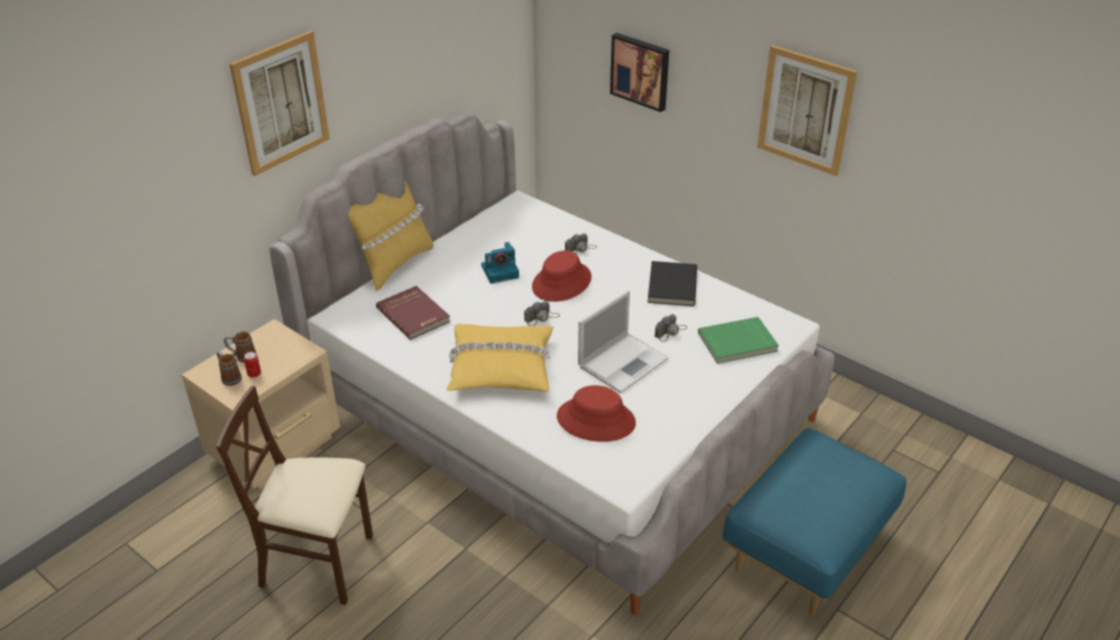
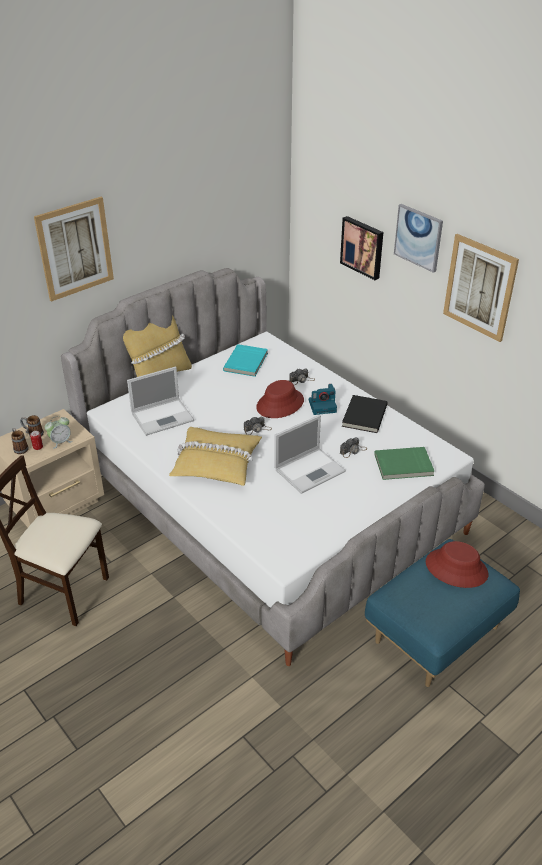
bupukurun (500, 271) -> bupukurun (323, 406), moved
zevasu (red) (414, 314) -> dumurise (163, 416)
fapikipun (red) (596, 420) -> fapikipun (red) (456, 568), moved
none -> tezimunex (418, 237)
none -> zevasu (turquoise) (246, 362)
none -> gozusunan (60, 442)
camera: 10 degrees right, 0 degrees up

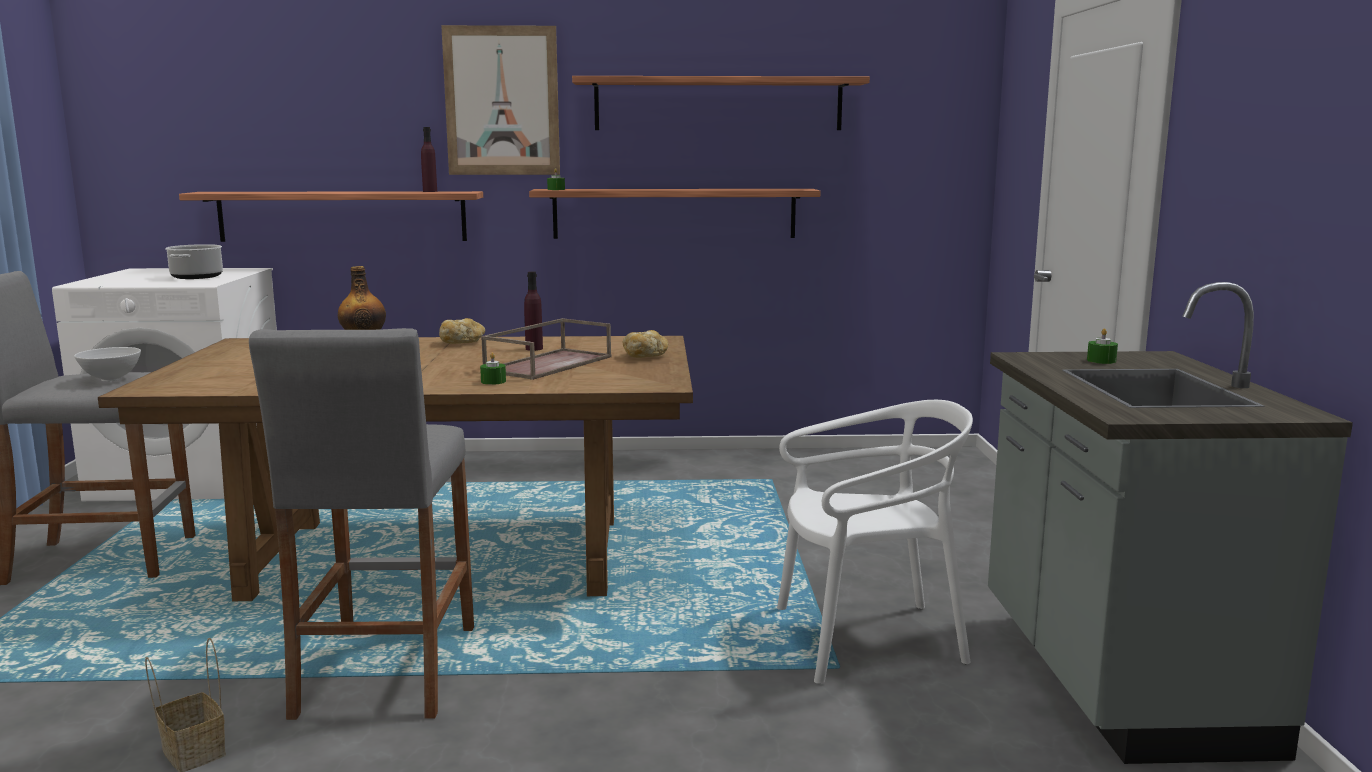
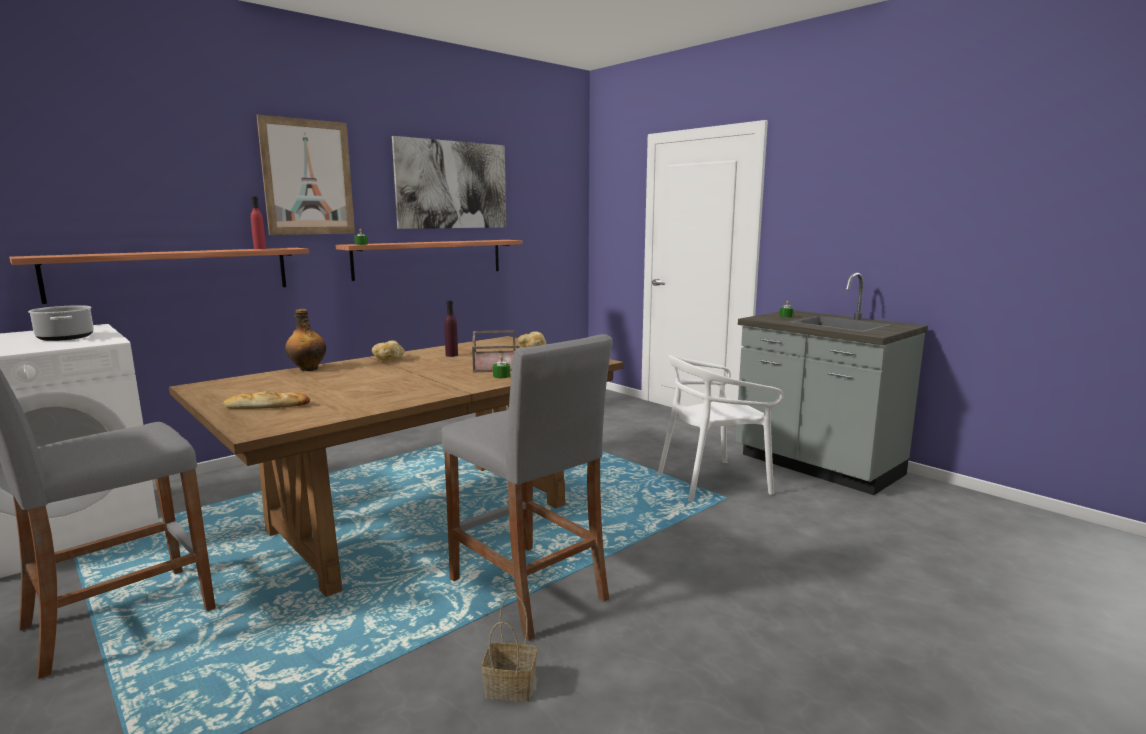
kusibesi (718, 104) -> tezimunex (452, 185)
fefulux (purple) (430, 191) -> fefulux (red) (260, 248)
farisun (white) (111, 379) -> none
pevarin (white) (867, 639) -> pevarin (white) (713, 482), 150 degrees counterclockwise
none -> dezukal (267, 406)
camera: 40 degrees left, 0 degrees up

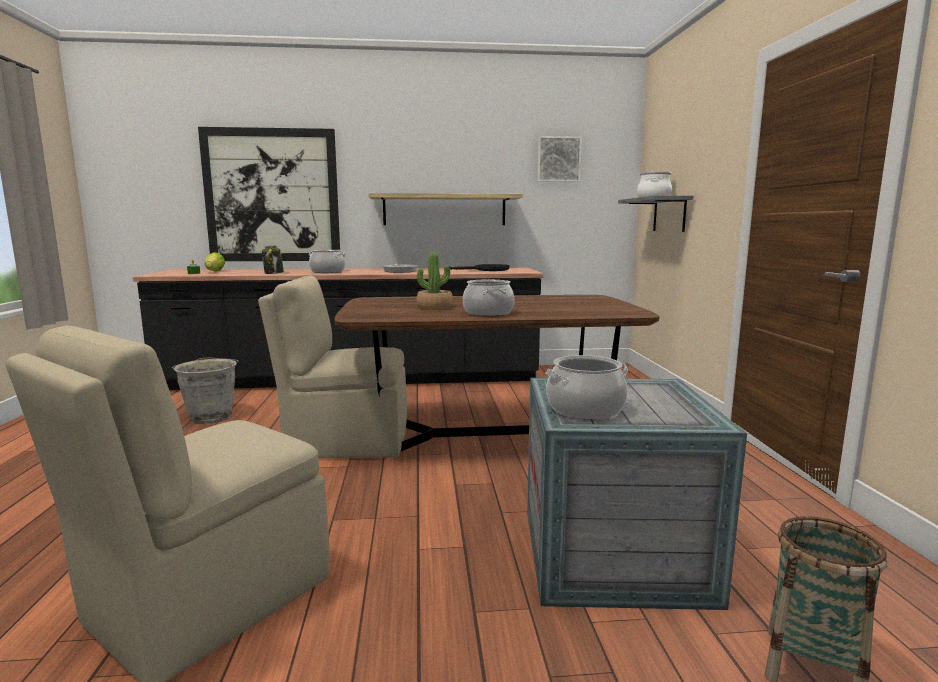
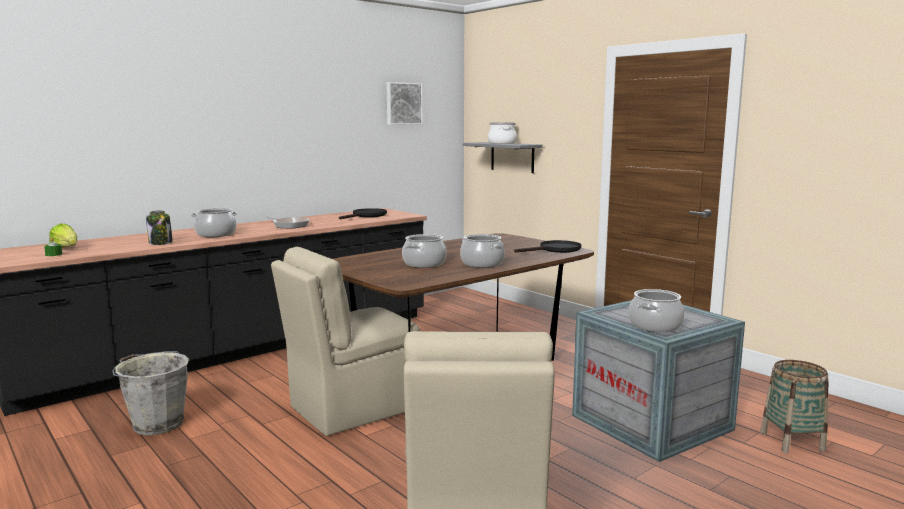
tezimunex (272, 196) -> none
kusibesi (444, 210) -> none
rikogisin (435, 307) -> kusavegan (424, 264)
none -> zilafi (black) (555, 250)
camera: 35 degrees left, 0 degrees up

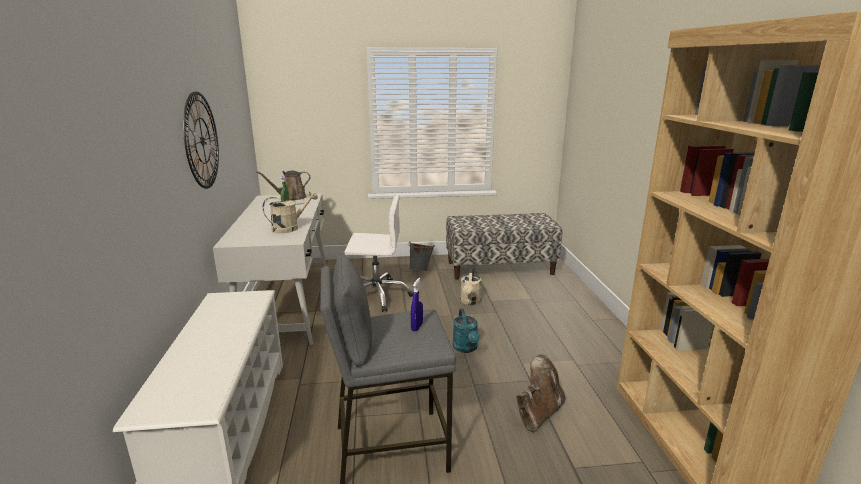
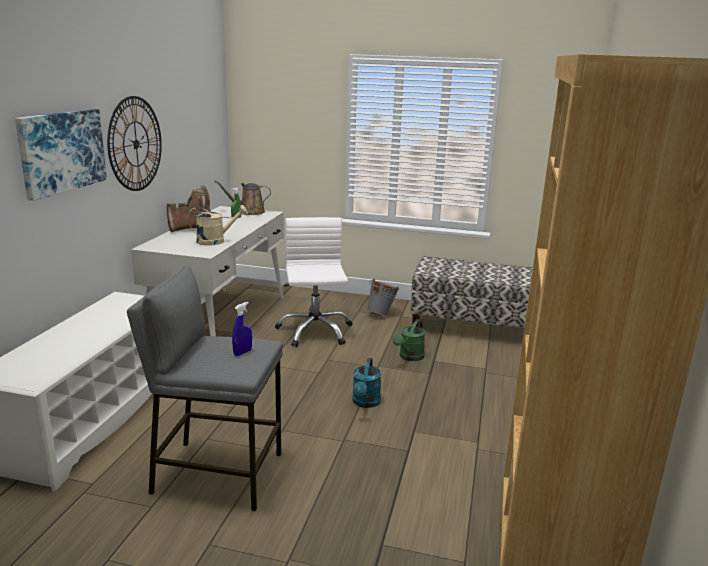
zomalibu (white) (377, 295) -> zomalibu (white) (314, 331), 120 degrees counterclockwise
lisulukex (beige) (470, 302) -> lisulukex (green) (409, 357)
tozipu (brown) (538, 413) -> tozipu (brown) (192, 228), moved
none -> tezimunex (61, 151)
camera: 20 degrees right, 0 degrees up

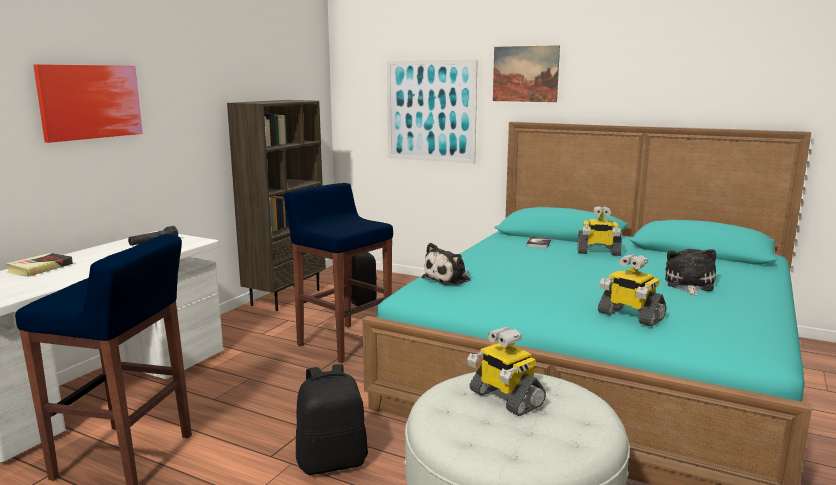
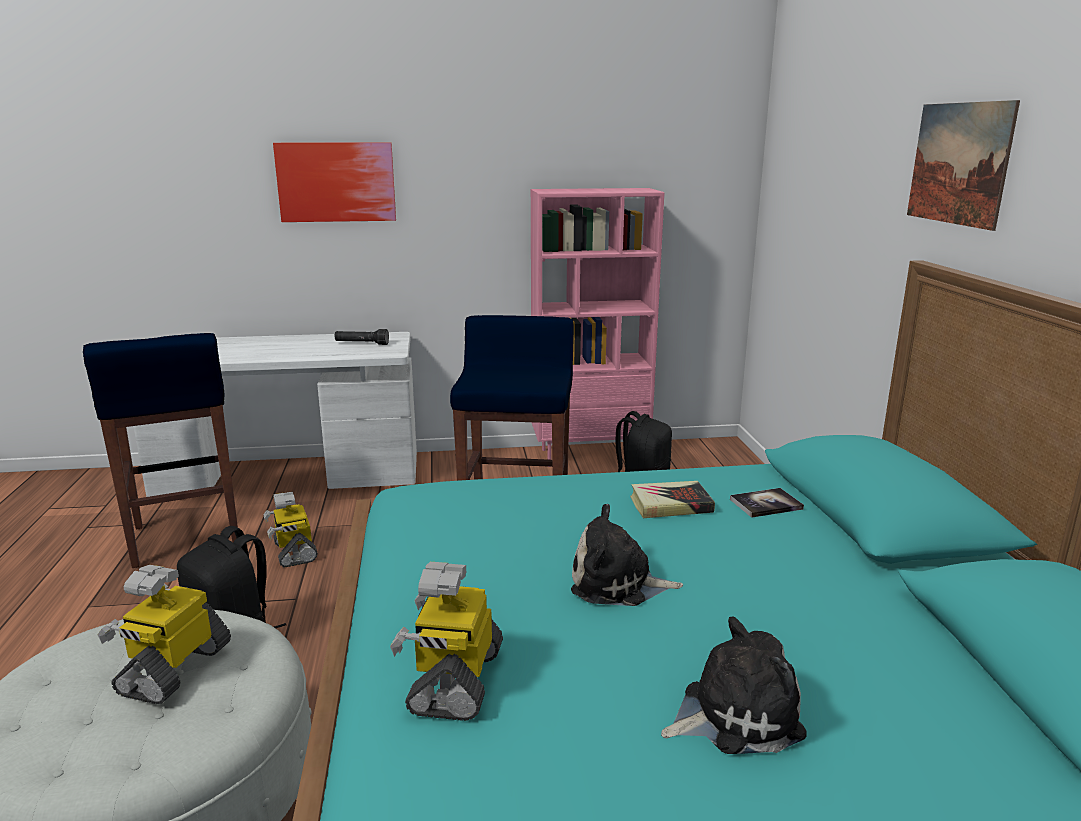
tezimunex (430, 111) -> none
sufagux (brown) (285, 297) -> sufagux (pink) (590, 455)
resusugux (598, 252) -> resusugux (294, 551), moved
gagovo (449, 279) -> gagovo (618, 583), moved
zevasu (40, 268) -> zevasu (670, 505), moved
camera: 55 degrees right, 5 degrees up

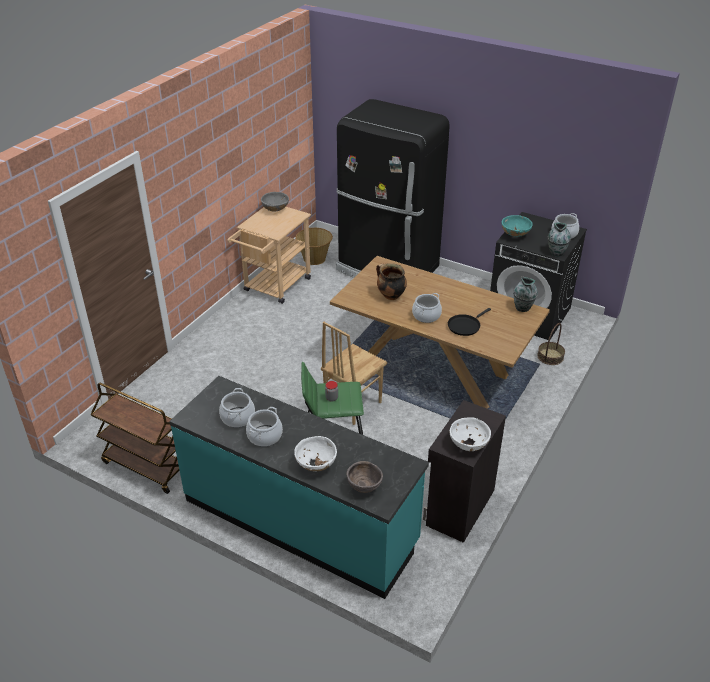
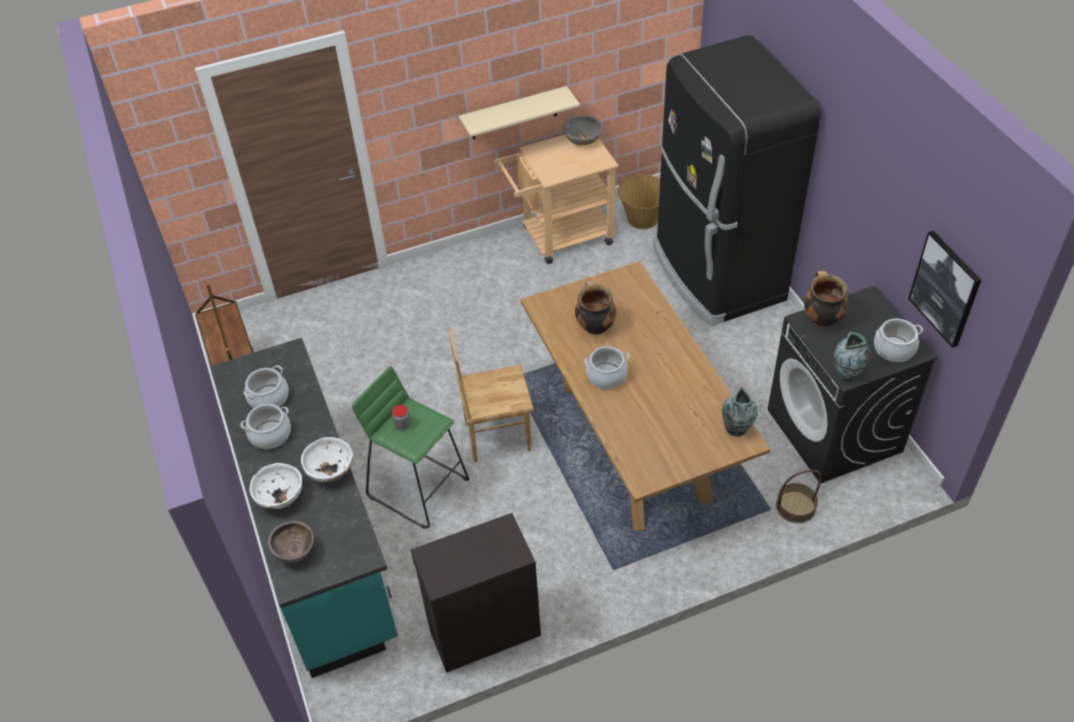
farisun (turquoise) (515, 235) -> kusavegan (821, 318)
zilafi (black) (465, 326) -> none
farisun (white) (468, 445) -> farisun (white) (331, 471), moved
none -> kusibesi (beige) (514, 113)
none -> tezimunex (945, 288)
camera: 40 degrees right, 10 degrees up

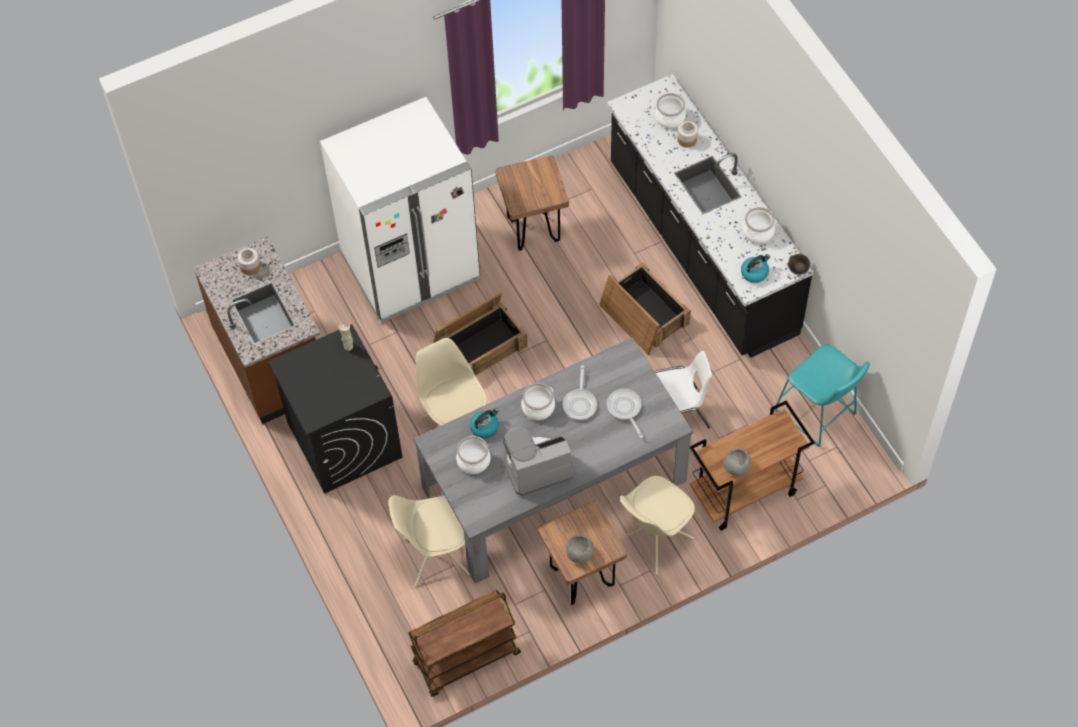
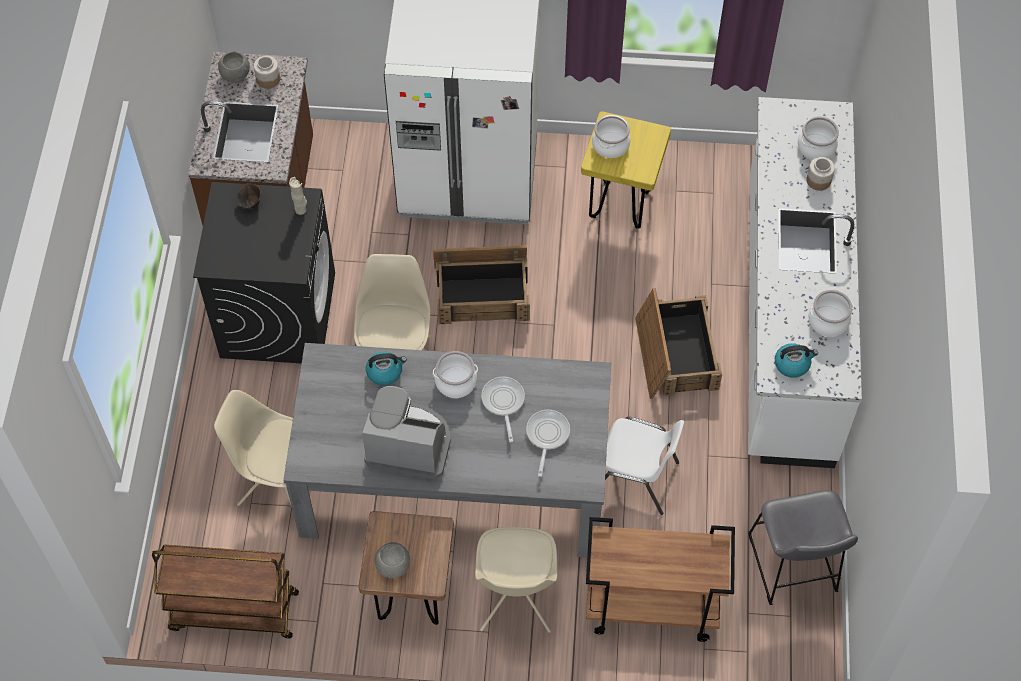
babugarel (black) (701, 250) -> babugarel (white) (786, 318)
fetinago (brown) (533, 231) -> fetinago (yellow) (621, 205)
farisun (brown) (798, 269) -> farisun (brown) (250, 203), moved
fetinago (turquoise) (818, 415) -> fetinago (grey) (793, 568)
zilafi (580, 403) -> zilafi (503, 402), 135 degrees clockwise
kusavegan (474, 460) -> kusavegan (611, 145), moved
farisun (grey) (736, 467) -> farisun (grey) (235, 75), moved
pevarin (beige) (653, 540) -> pevarin (beige) (515, 601), 75 degrees counterclockwise
camera: 30 degrees right, 0 degrees up

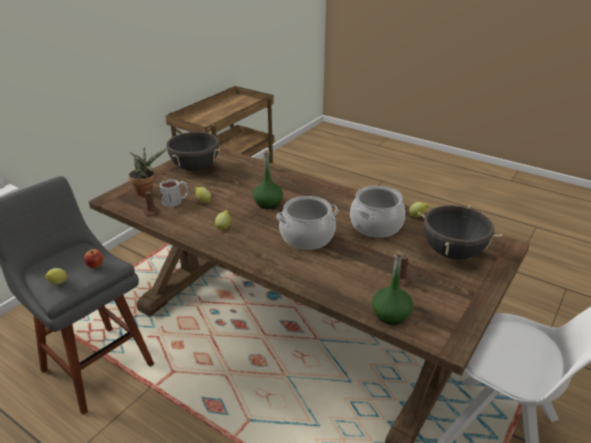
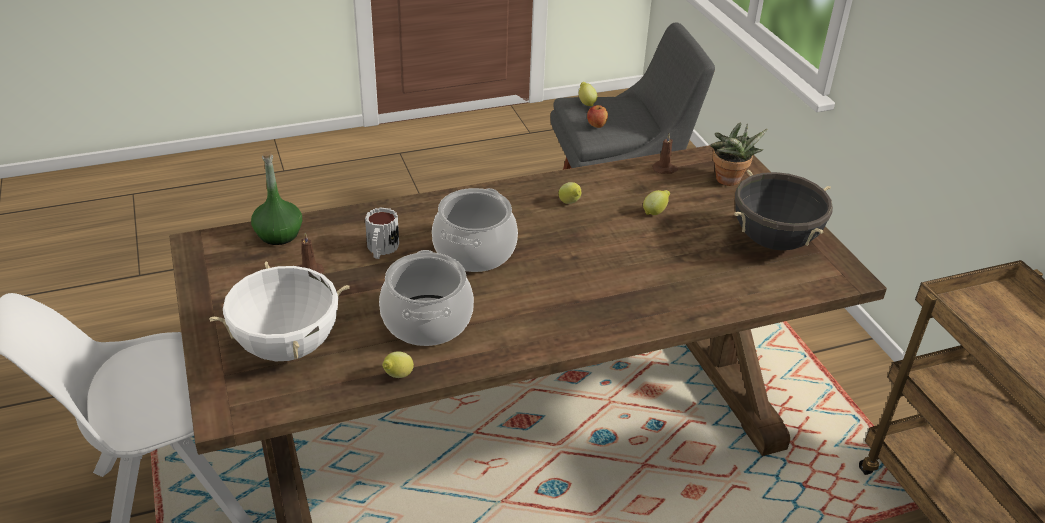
fefulux (green) (268, 203) -> none
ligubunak (176, 201) -> ligubunak (381, 250), moved
kusavegan (black) (452, 253) -> kusavegan (white) (287, 346)
camera: 125 degrees right, 5 degrees up

